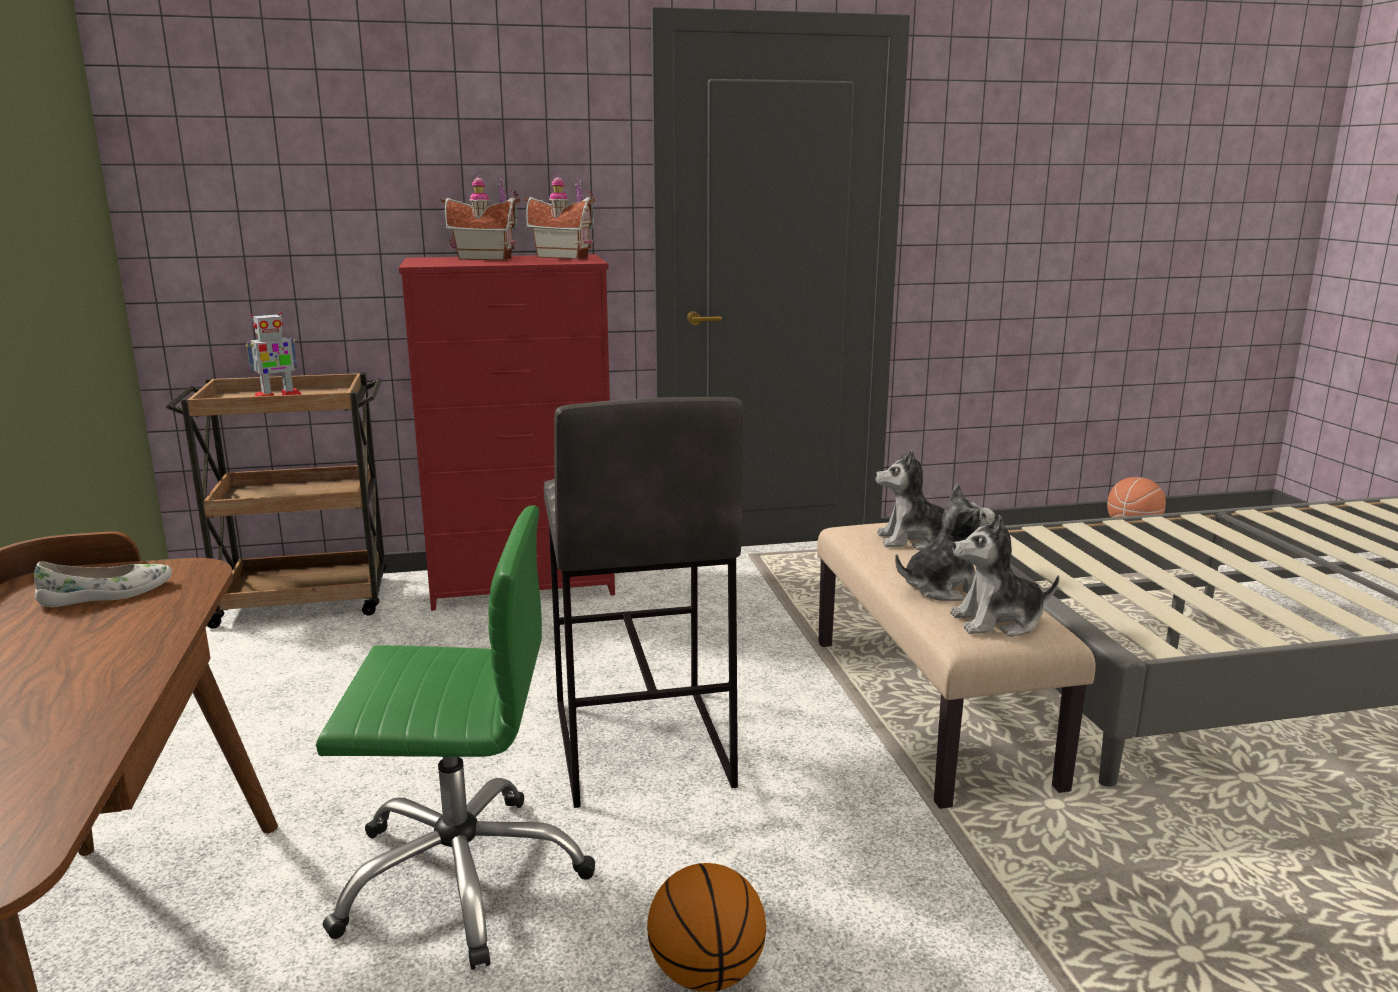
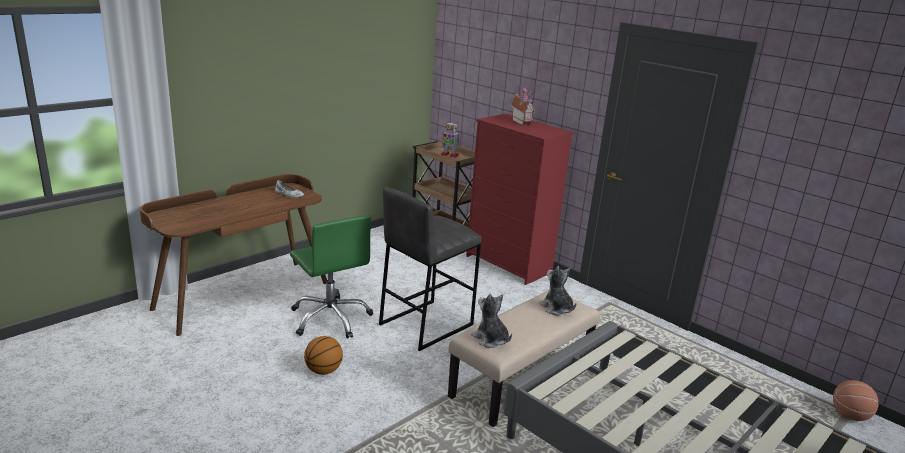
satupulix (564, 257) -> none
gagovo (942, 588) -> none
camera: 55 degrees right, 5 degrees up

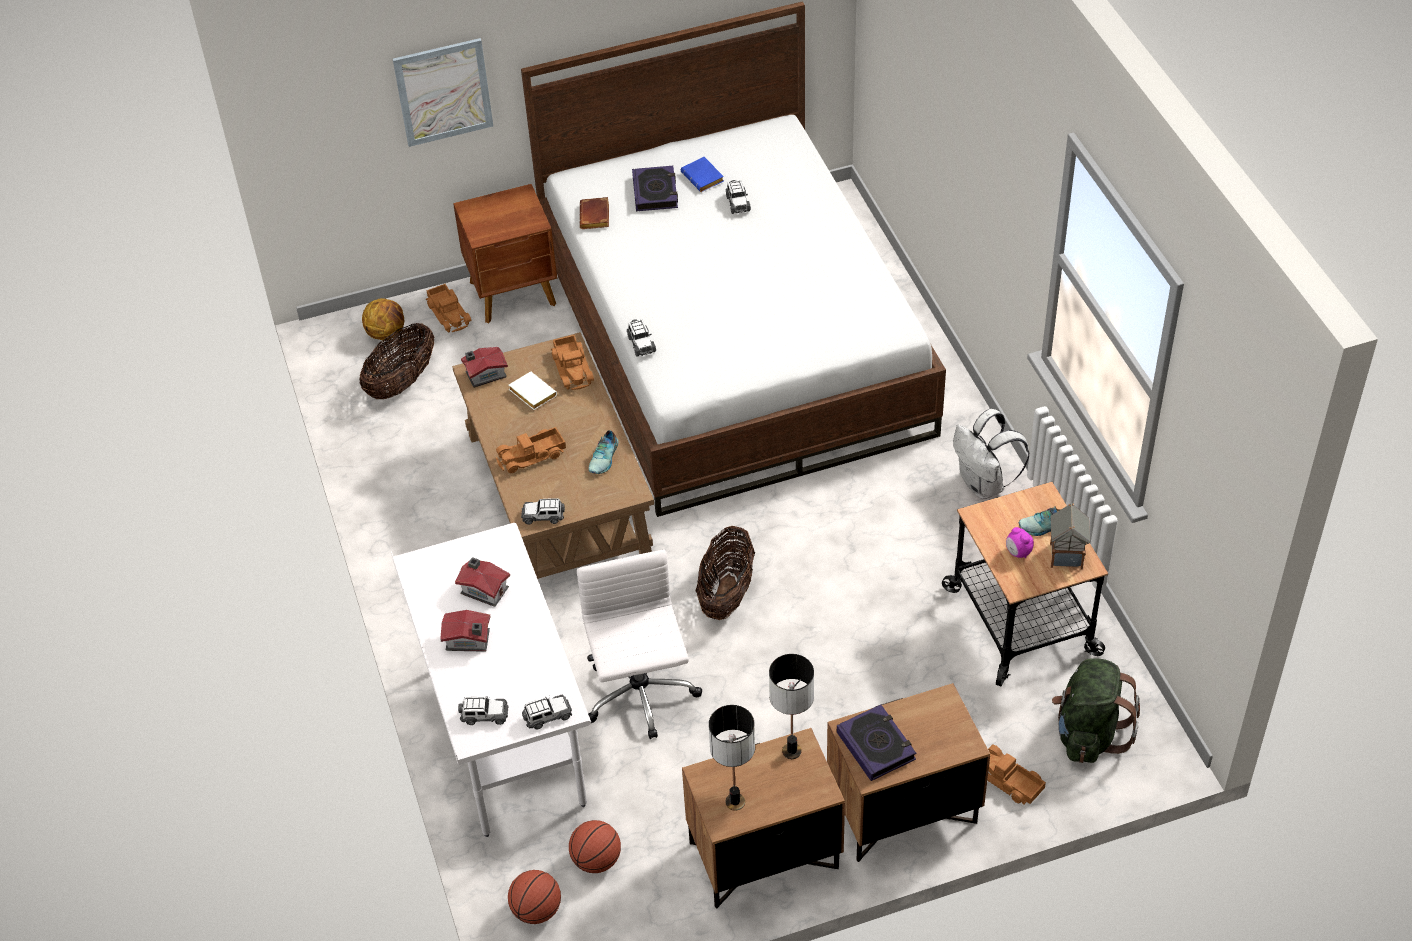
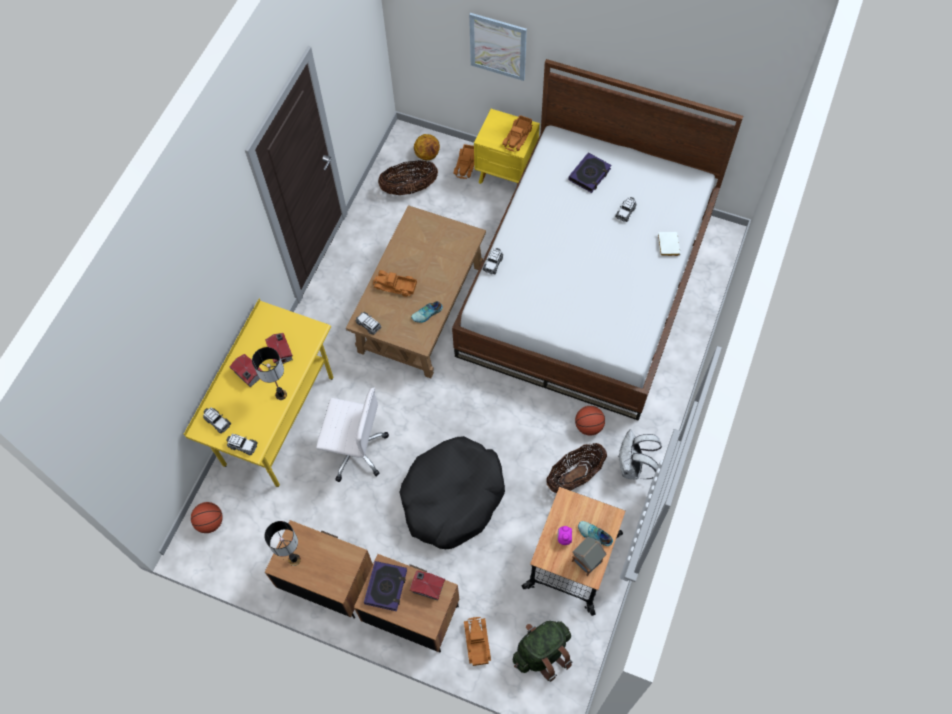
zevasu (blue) (704, 178) -> none
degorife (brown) (514, 294) -> degorife (yellow) (507, 175)
zevasu (brown) (596, 217) -> none
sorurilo (573, 368) -> sorurilo (518, 137), moved
satupulix (484, 374) -> satupulix (427, 587), moved
zevasu (white) (531, 394) -> zevasu (white) (667, 245), moved
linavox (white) (505, 736) -> linavox (yellow) (279, 421)
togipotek (726, 593) -> togipotek (575, 475), moved
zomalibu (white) (640, 696) -> zomalibu (white) (355, 450), 75 degrees clockwise
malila (791, 751) -> malila (281, 395), moved
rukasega (596, 860) -> rukasega (588, 426), moved
none -> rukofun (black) (452, 497)
camera: 40 degrees right, 15 degrees up

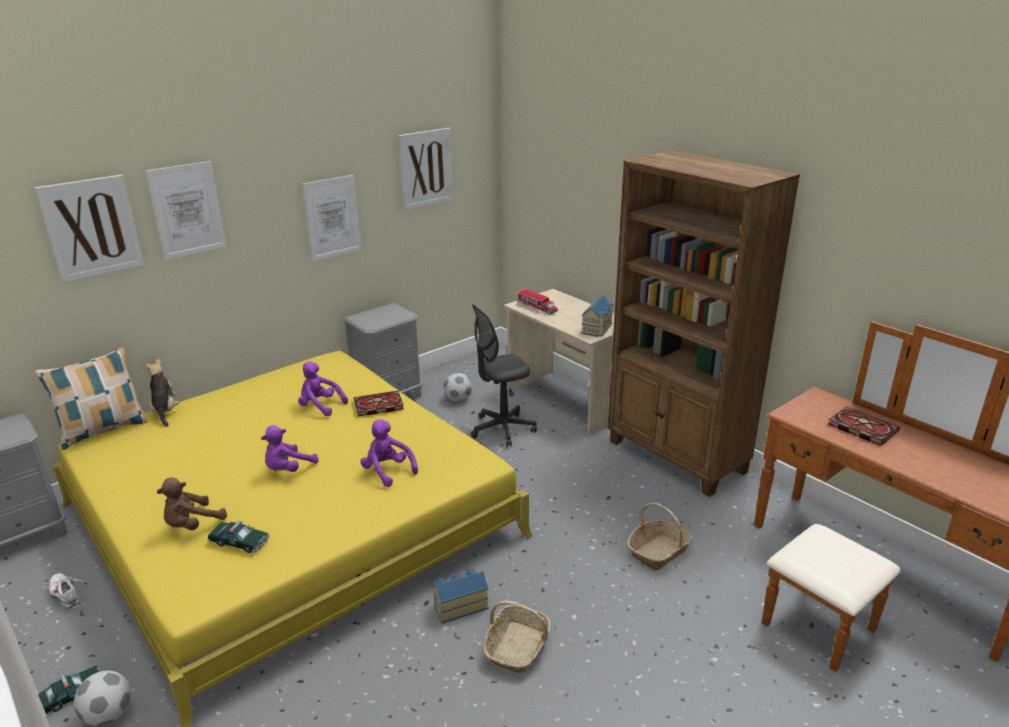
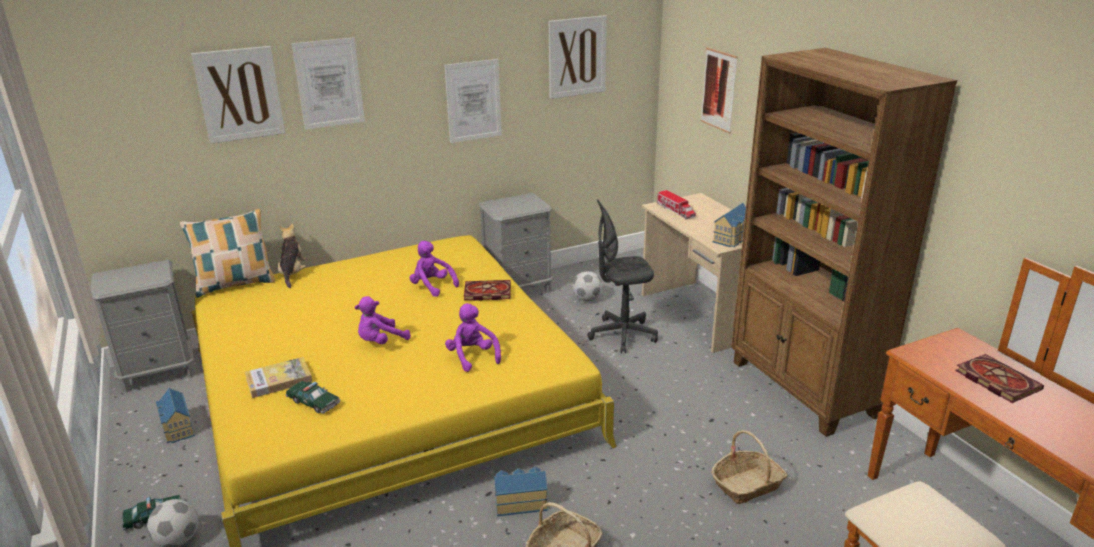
gagovo (brown) (192, 525) -> zevasu (279, 380)
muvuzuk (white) (66, 594) -> satupulix (177, 428)
none -> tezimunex (719, 90)
camera: 15 degrees right, 0 degrees up

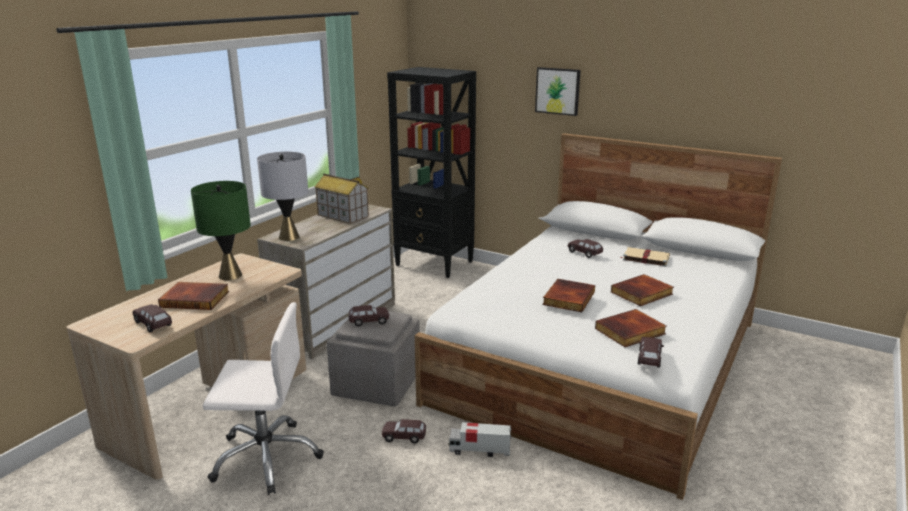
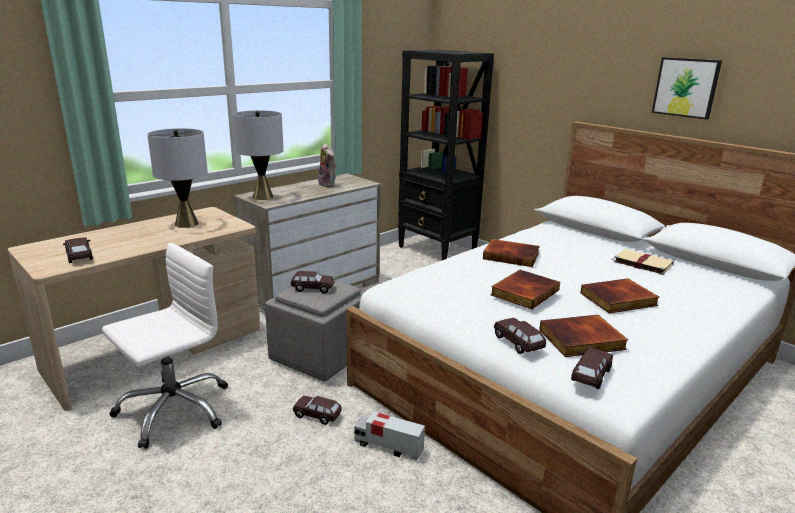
tezimunex (558, 91) -> tezimunex (686, 87), moved
satupulix (342, 215) -> gagovo (328, 184)
malila (green) (230, 275) -> malila (grey) (186, 224)
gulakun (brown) (584, 253) -> gulakun (brown) (518, 343), moved
zevasu (196, 298) -> zevasu (511, 256), moved
zomalibu (white) (266, 457) -> zomalibu (white) (174, 409), 60 degrees counterclockwise
camera: 15 degrees right, 0 degrees up

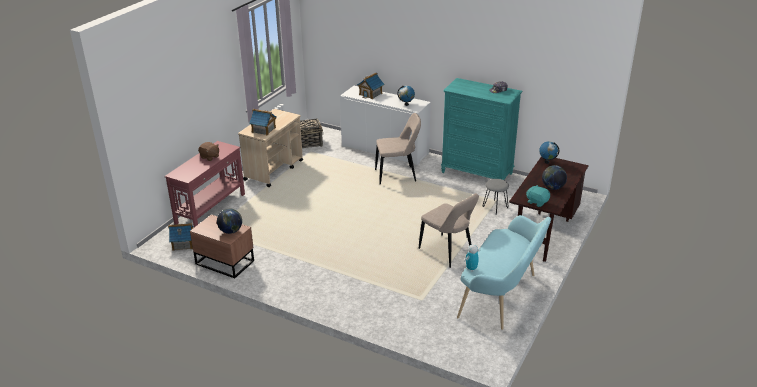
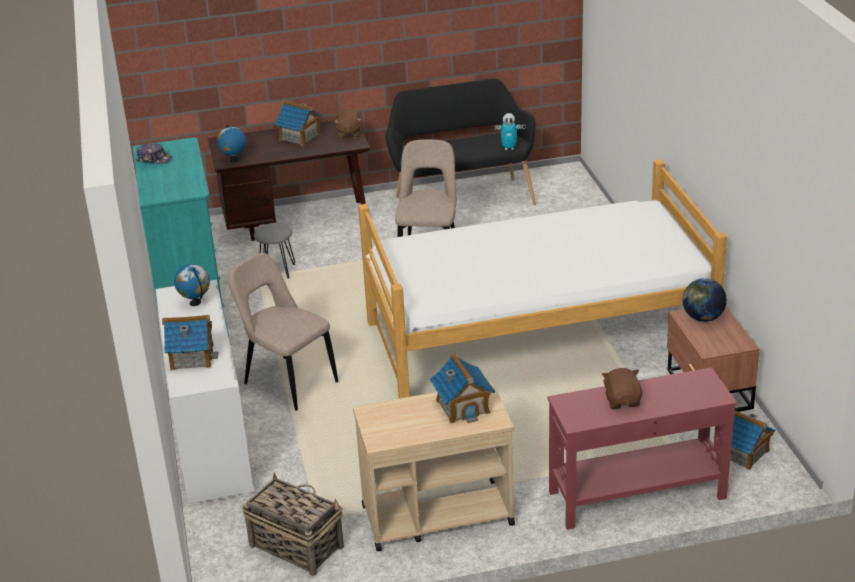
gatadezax (553, 188) -> satupulix (300, 137)
gagovo (turquoise) (537, 202) -> gagovo (brown) (348, 133)
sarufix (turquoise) (502, 296) -> sarufix (black) (461, 198)
none -> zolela (538, 340)
camera: 130 degrees left, 0 degrees up

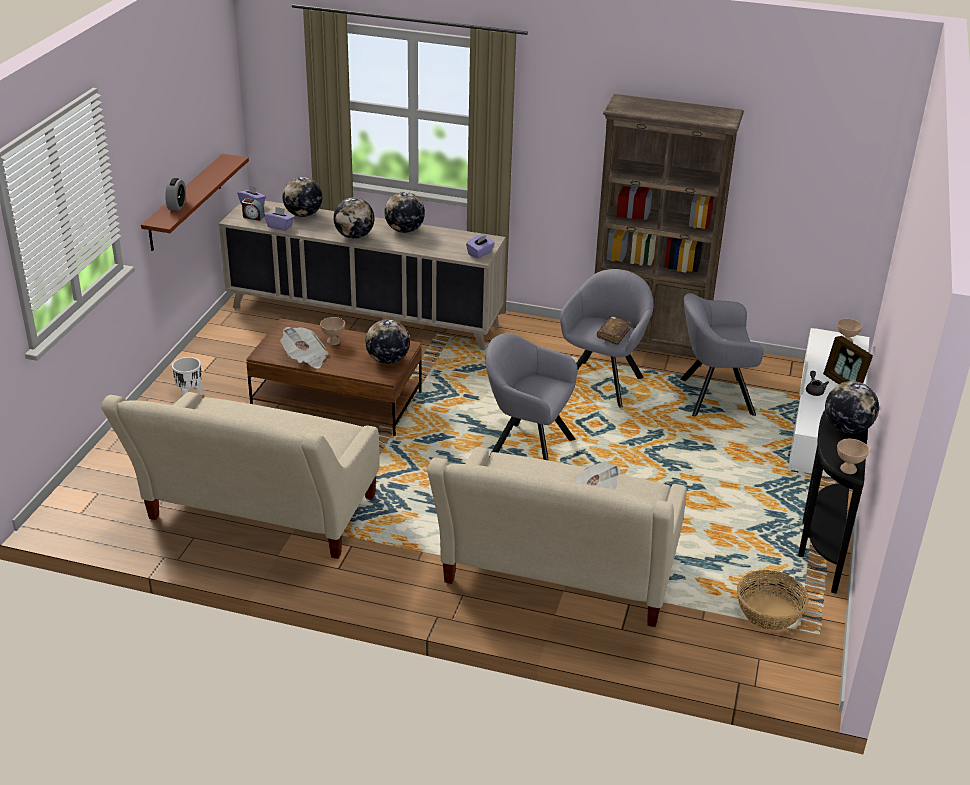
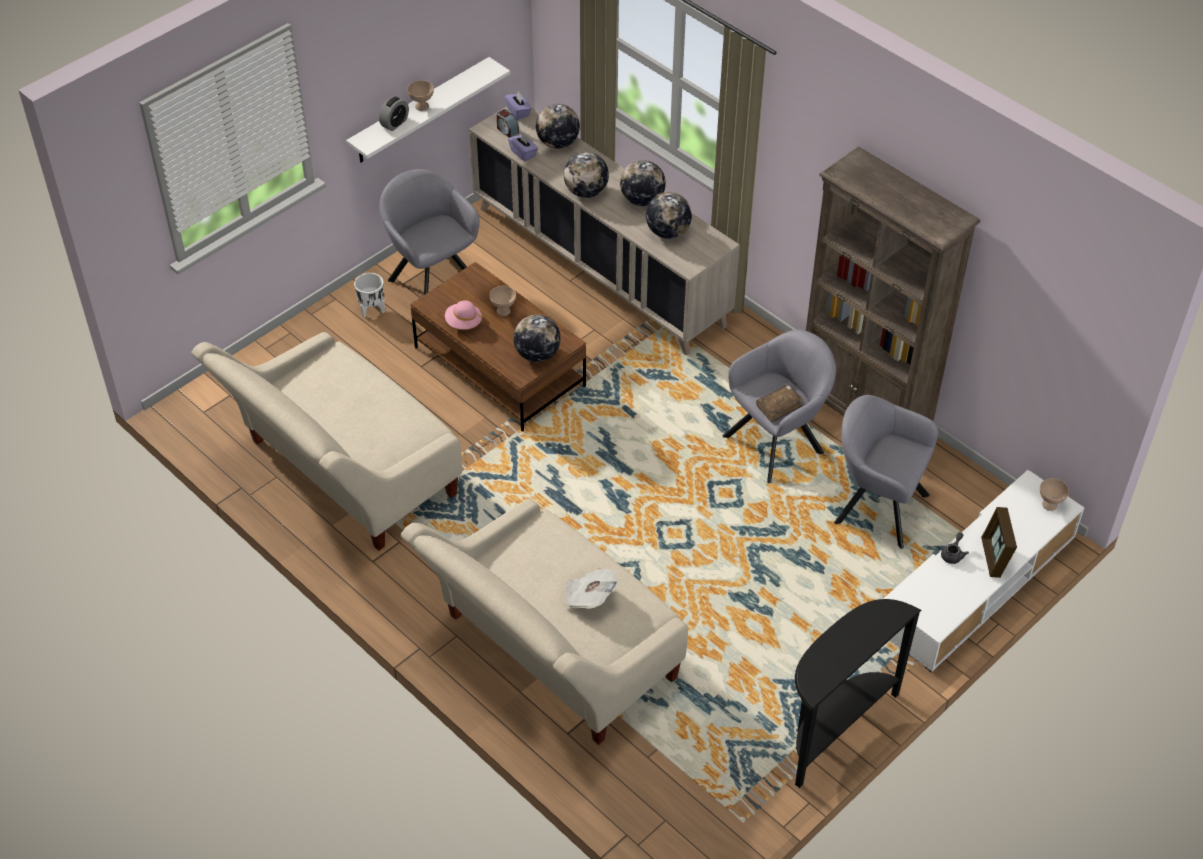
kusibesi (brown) (185, 202) -> kusibesi (white) (420, 111)
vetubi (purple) (480, 253) -> none
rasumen (305, 358) -> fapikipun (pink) (463, 323)
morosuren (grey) (526, 448) -> morosuren (grey) (432, 279), moved
gatadezax (847, 428) -> gatadezax (667, 232), moved
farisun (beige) (848, 469) -> farisun (beige) (422, 106), moved
togipotek (769, 612) -> none
camera: 30 degrees right, 15 degrees up

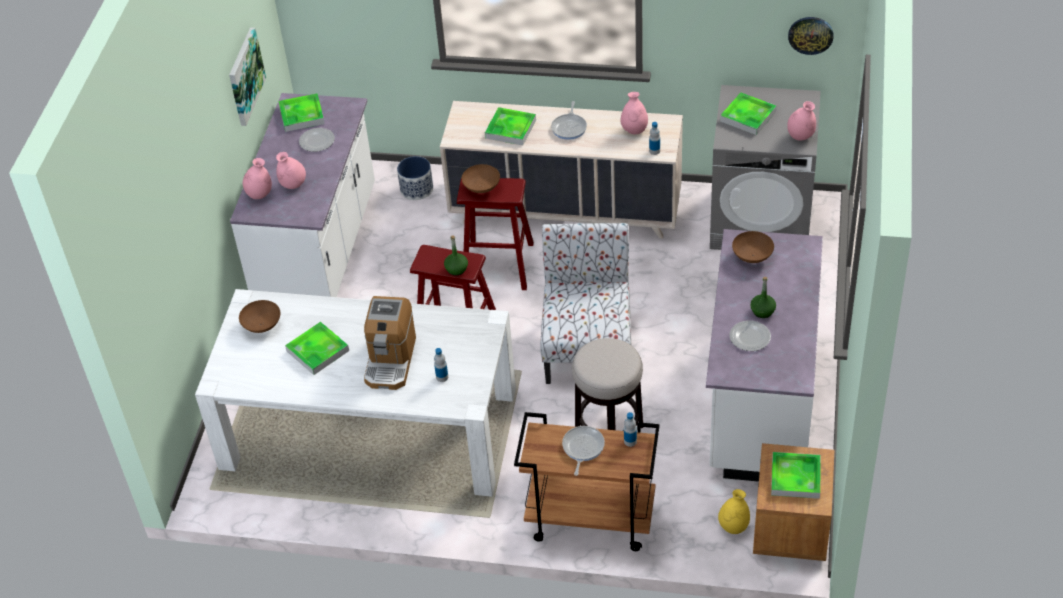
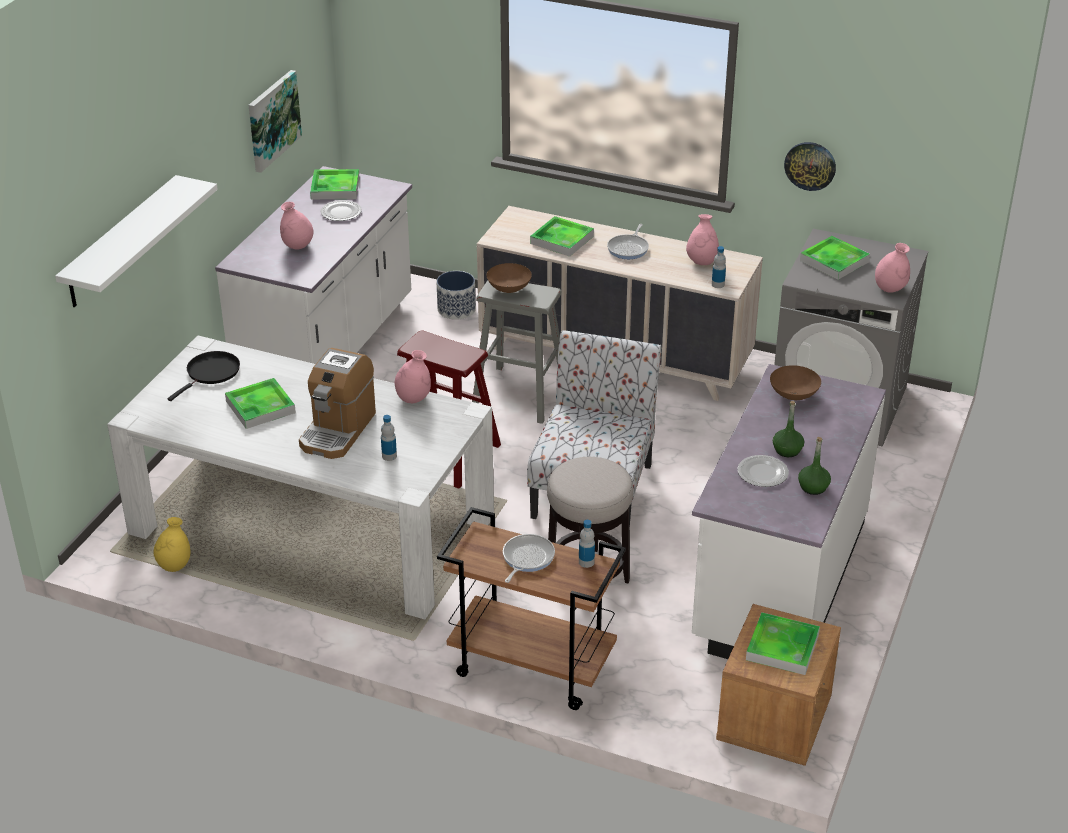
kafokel (810, 34) -> kafokel (810, 165), moved
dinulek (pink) (259, 194) -> dinulek (pink) (413, 399), moved
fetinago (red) (498, 265) -> fetinago (grey) (520, 394)
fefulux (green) (456, 269) -> fefulux (green) (813, 487), moved
farisun (brown) (263, 325) -> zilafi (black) (211, 373)
dinulek (yellow) (733, 526) -> dinulek (yellow) (174, 566), moved
none -> kusibesi (white) (121, 242)
camera: 10 degrees right, 10 degrees down

